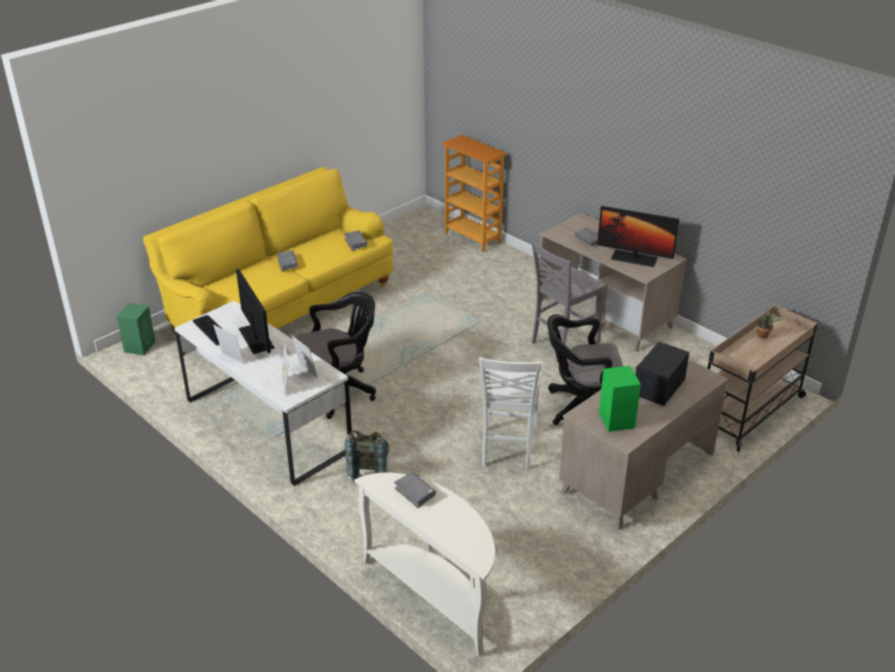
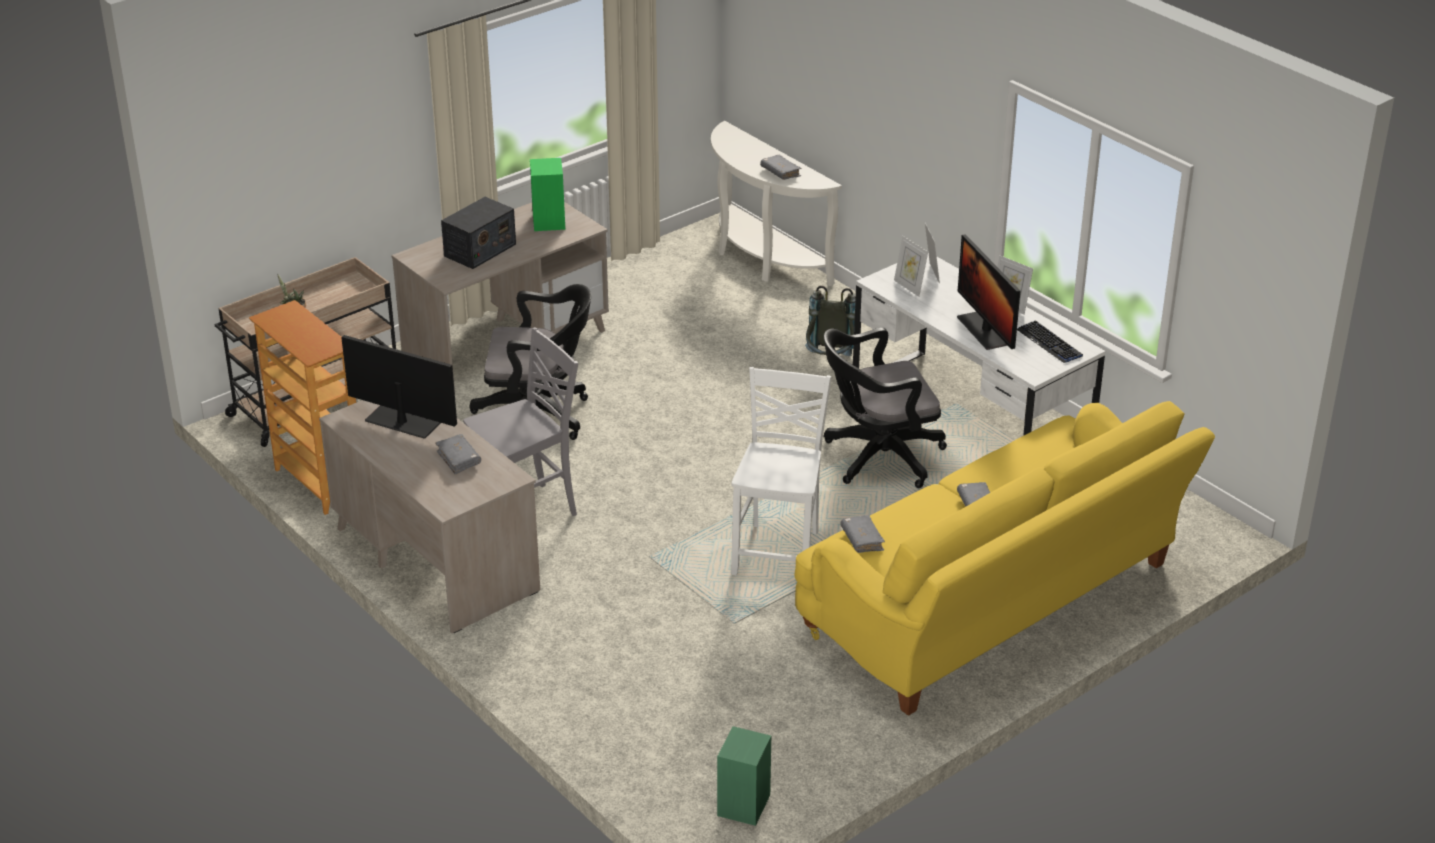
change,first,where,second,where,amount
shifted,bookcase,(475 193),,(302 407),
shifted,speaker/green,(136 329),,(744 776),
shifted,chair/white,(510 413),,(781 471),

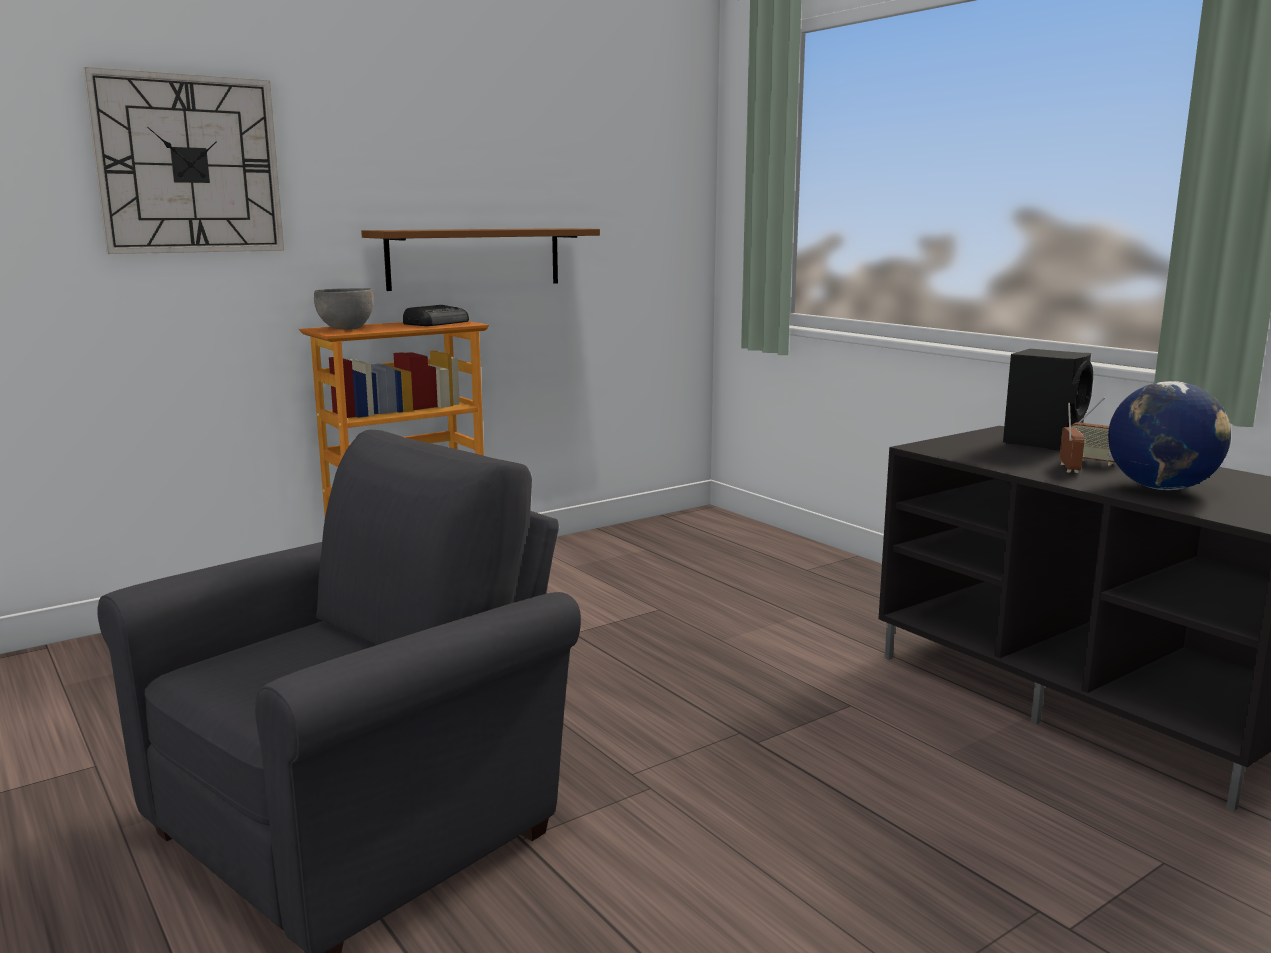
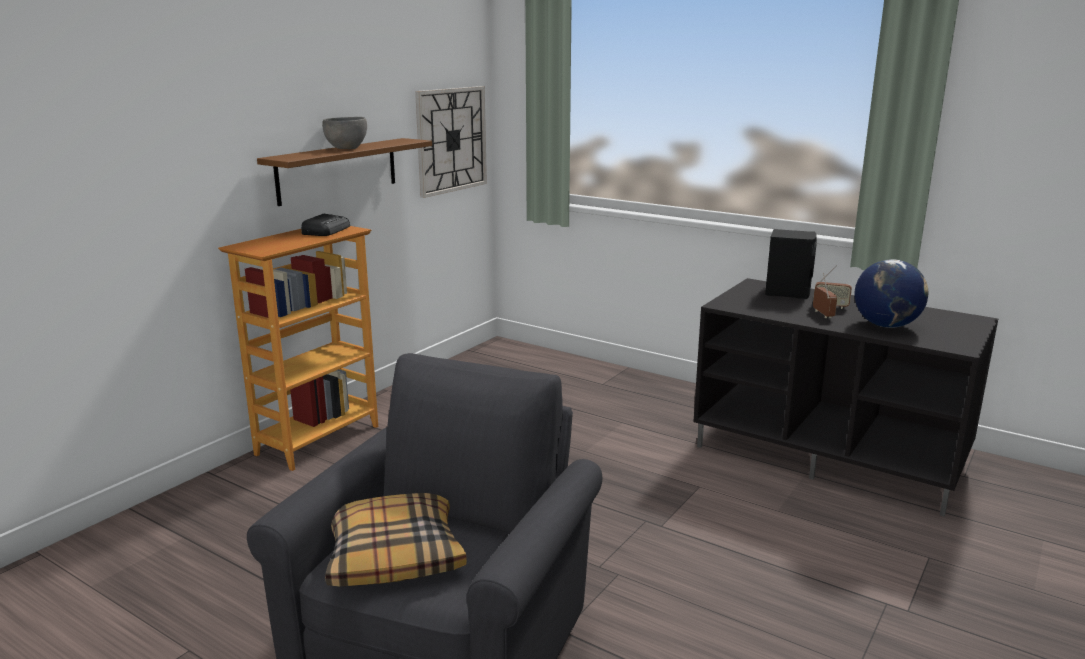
change,first,where,second,where,amount
shifted,bowl/grey,(344 308),,(344 133),
new,,,pillow,(396 540),
shifted,wall clock,(183 160),,(451 142),

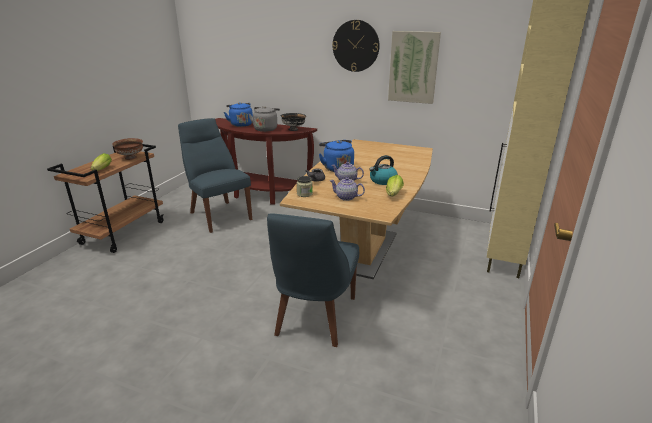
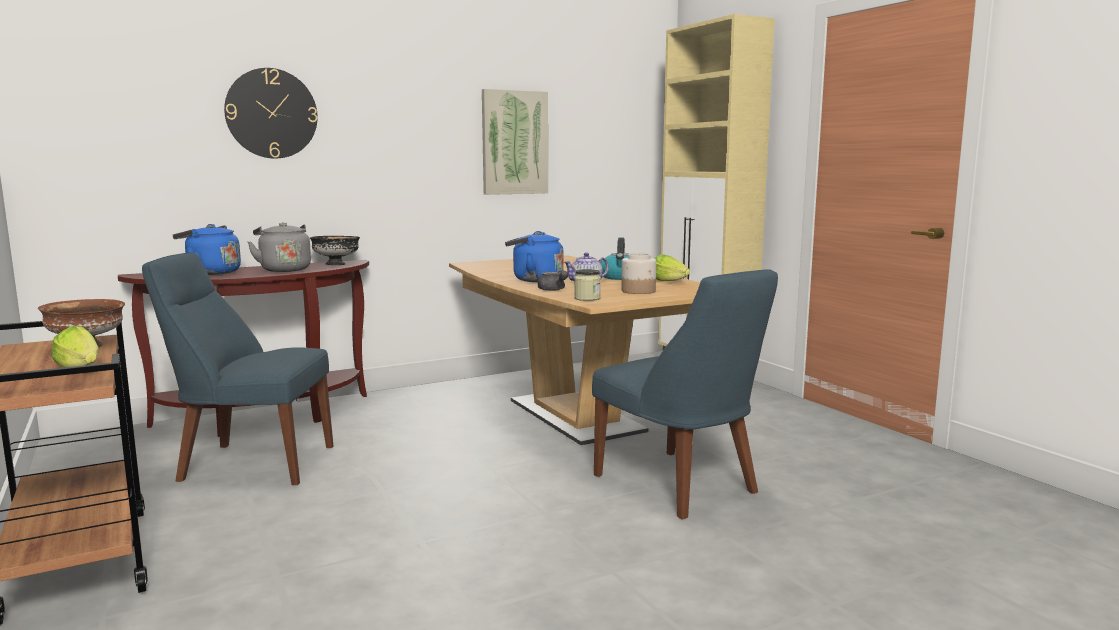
change,first,where,second,where,amount
shifted,wall clock,(356 46),,(271 113),
swapped,teapot,(347 189),jar,(638 273),

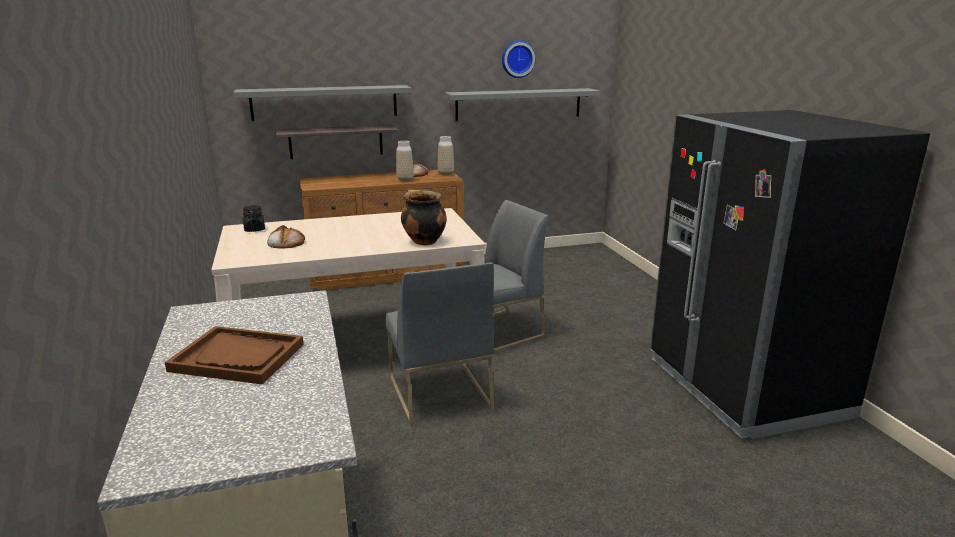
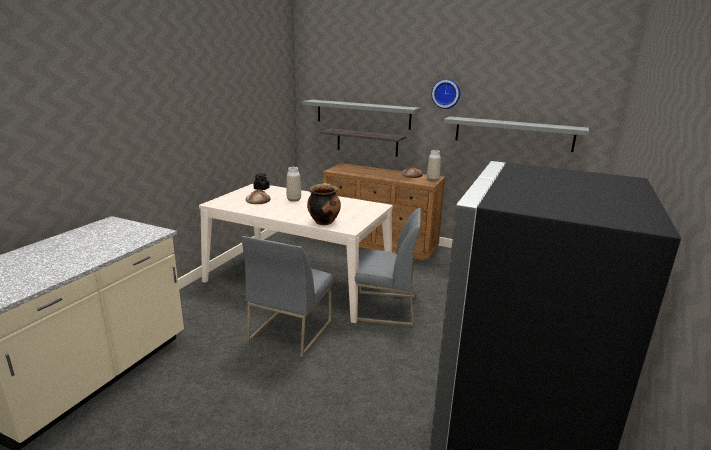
change,first,where,second,where,amount
shifted,vase,(405 161),,(293 184),
shifted,wall clock,(519 59),,(445 93),
gone,tray/brown,(234 355),,,

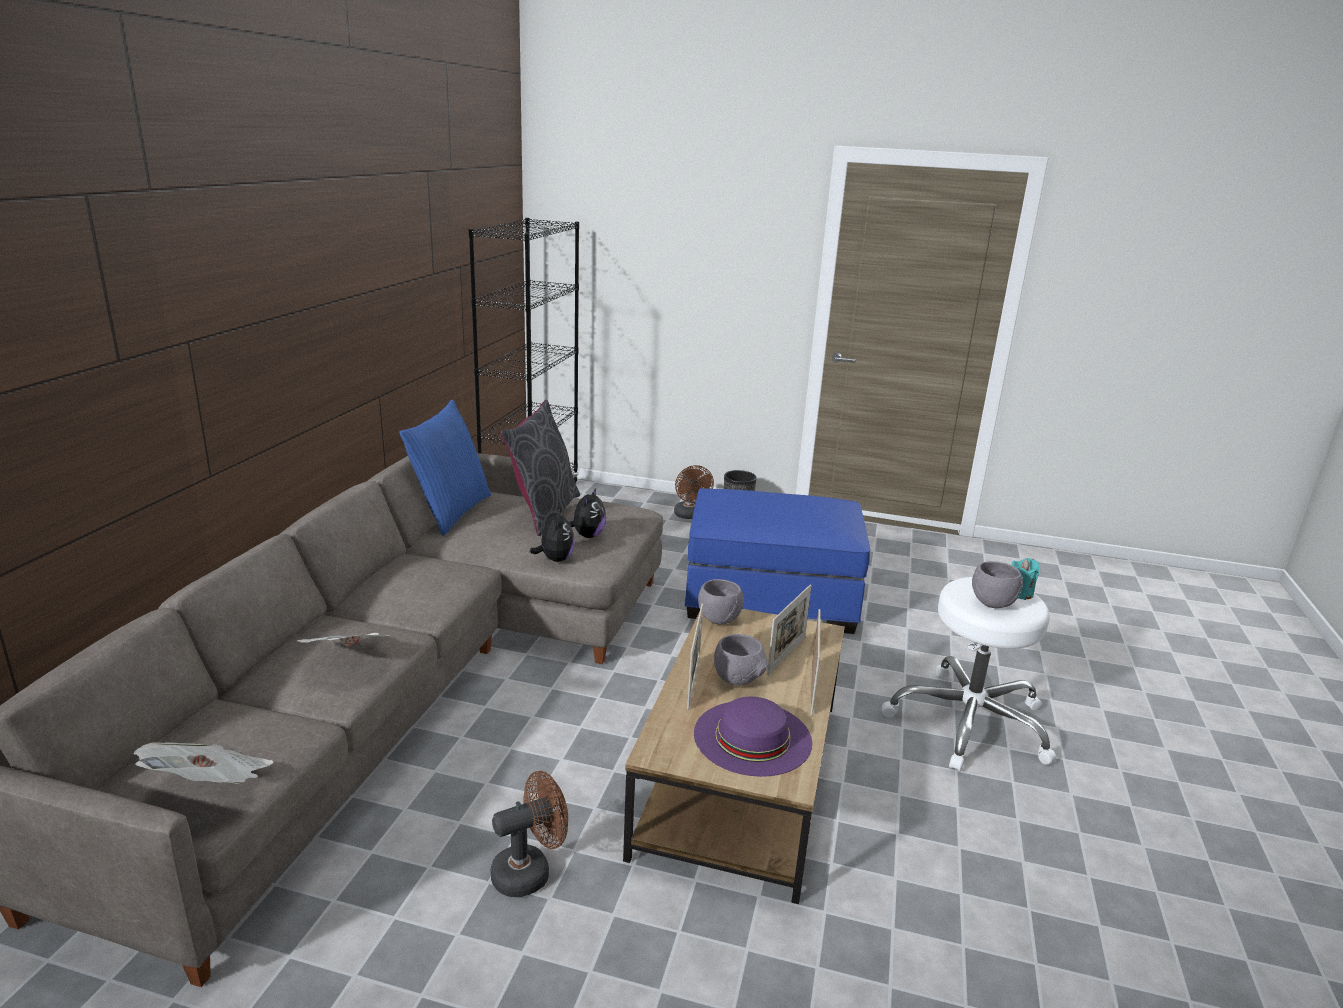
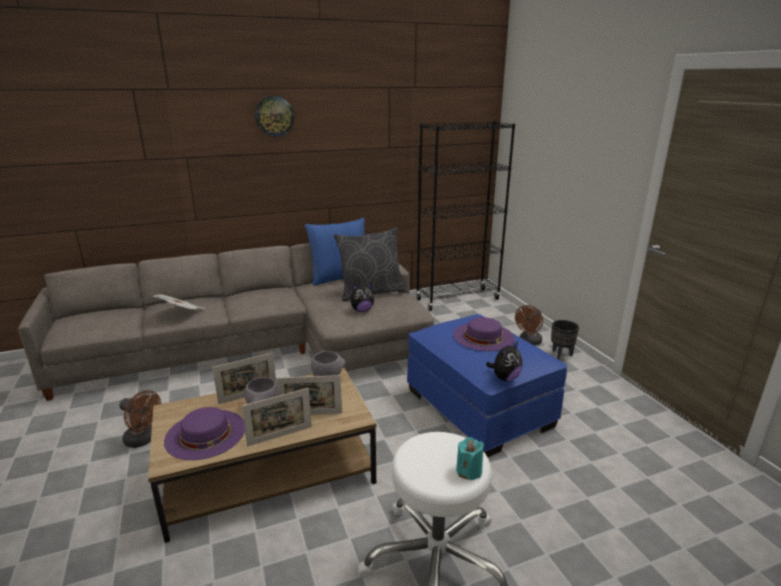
change,first,where,second,where,amount
new,,,wall clock,(274 116),
new,,,hat/purple,(484 334),
shifted,plush toy,(552 535),,(504 361),
gone,newspaper,(203 763),,,
gone,bowl/grey,(997 584),,,

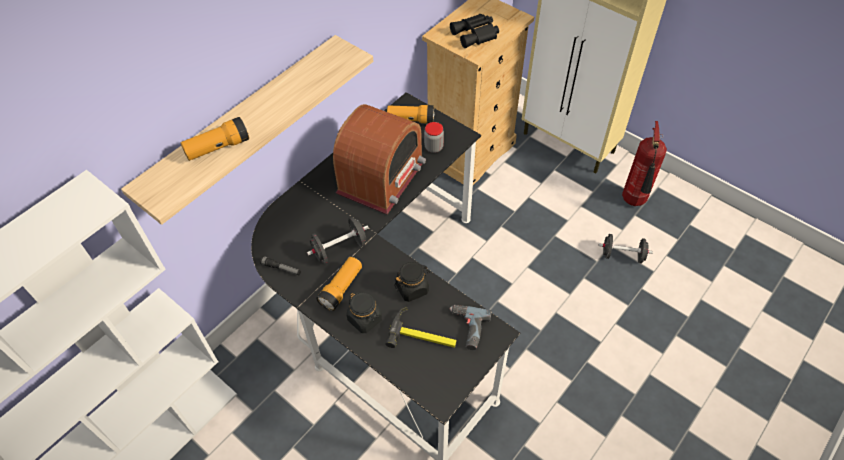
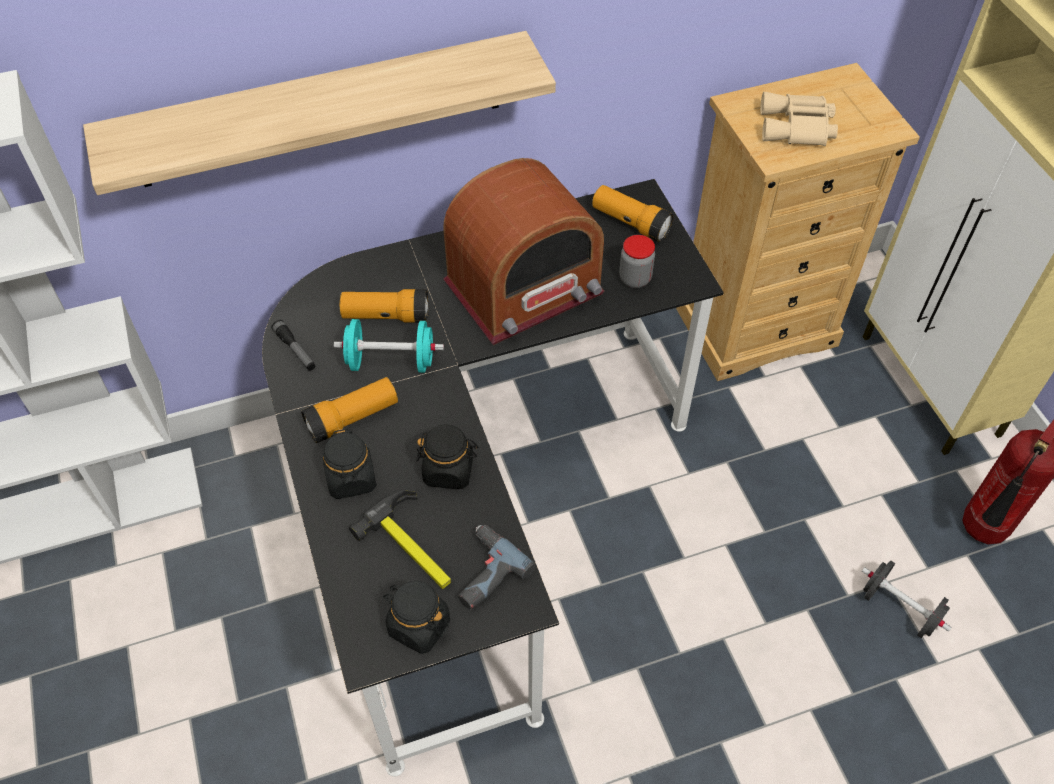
change,first,where,second,where,amount
repainted,dumbbell/black,(338 240),dumbbell/turquoise,(389 346),
shifted,flashlight,(214 139),,(384 306),
new,,,jar/black,(416 617),
repainted,binoculars/black,(474 31),binoculars/beige,(799 119),

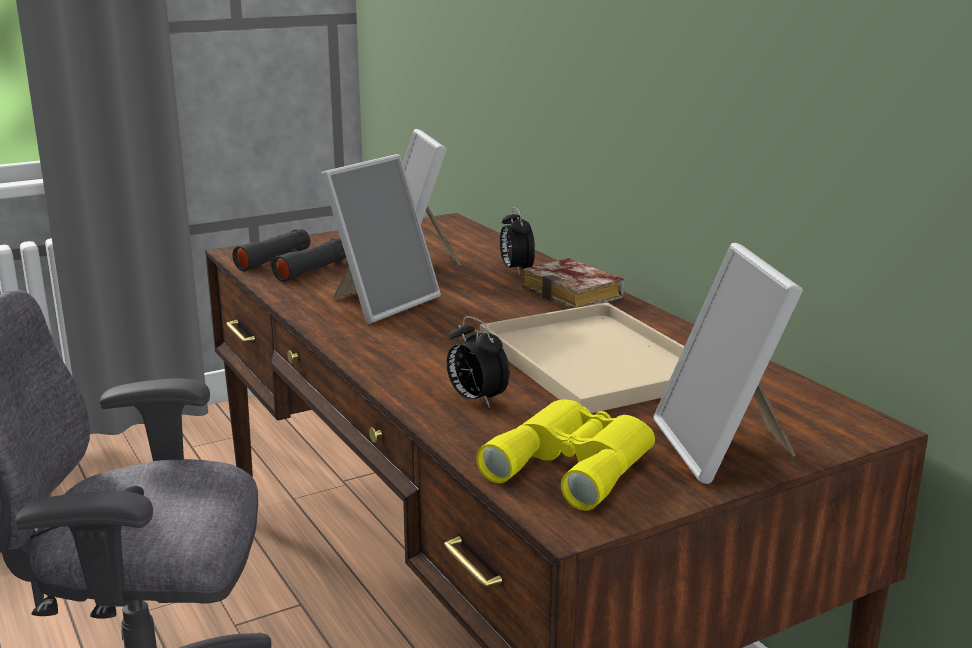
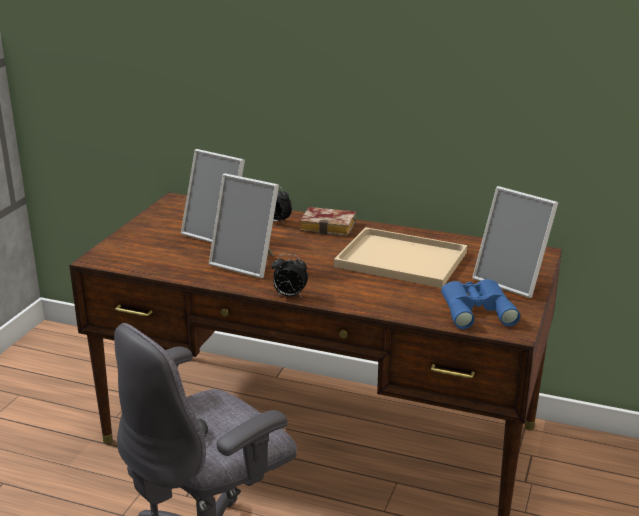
change,first,where,second,where,amount
rotated,picture frame,(381 238),,(244 225),120 degrees clockwise
shifted,alarm clock,(478 362),,(289 275),
repainted,binoculars/yellow,(565 455),binoculars/blue,(480 304),
gone,binoculars/black,(289 255),,,

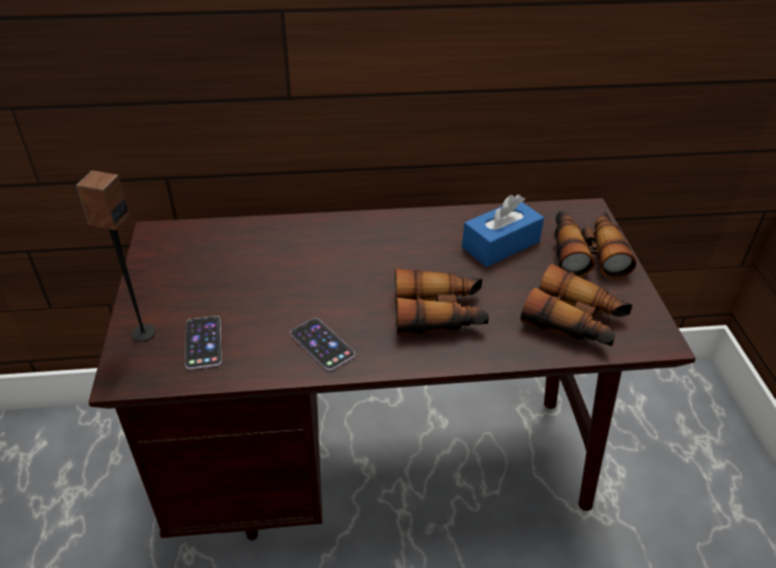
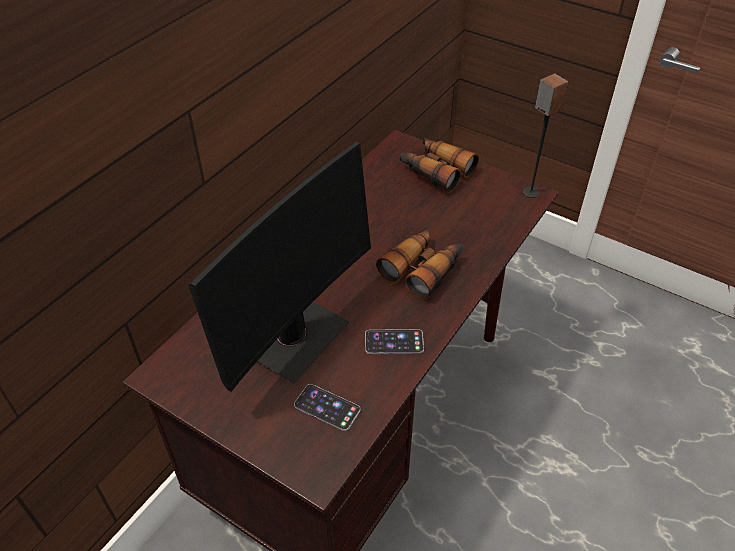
change,first,where,second,where,amount
new,,,monitor,(279 267),
shifted,speaker,(116 255),,(545 135),
gone,tissue box/blue,(503 230),,,
gone,binoculars,(577 305),,,

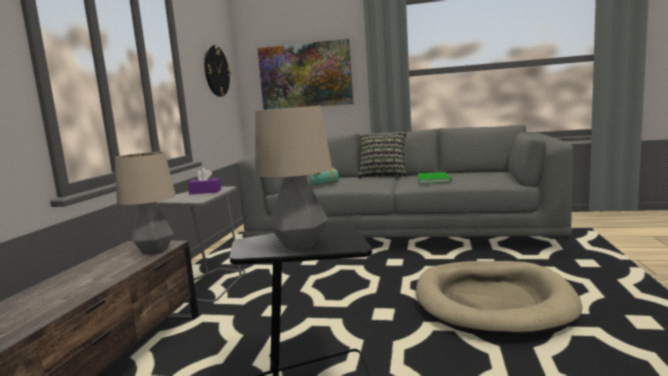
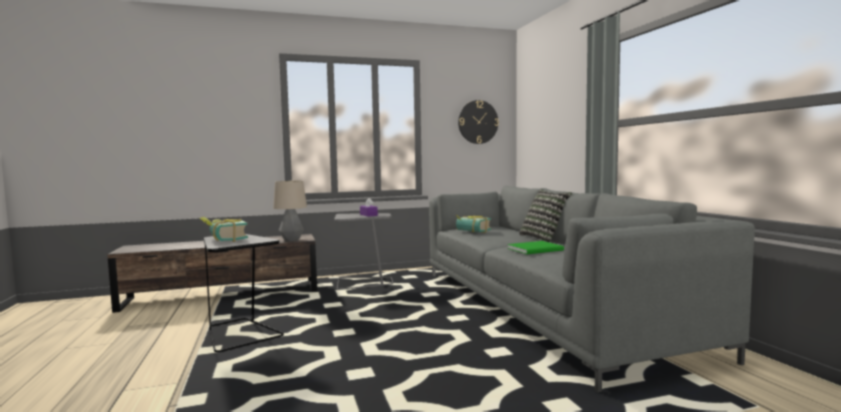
change,first,where,second,where,amount
swapped,table lamp,(293 178),book,(224 229),
gone,picture,(305 74),,,
gone,dog bed/beige,(499 299),,,

